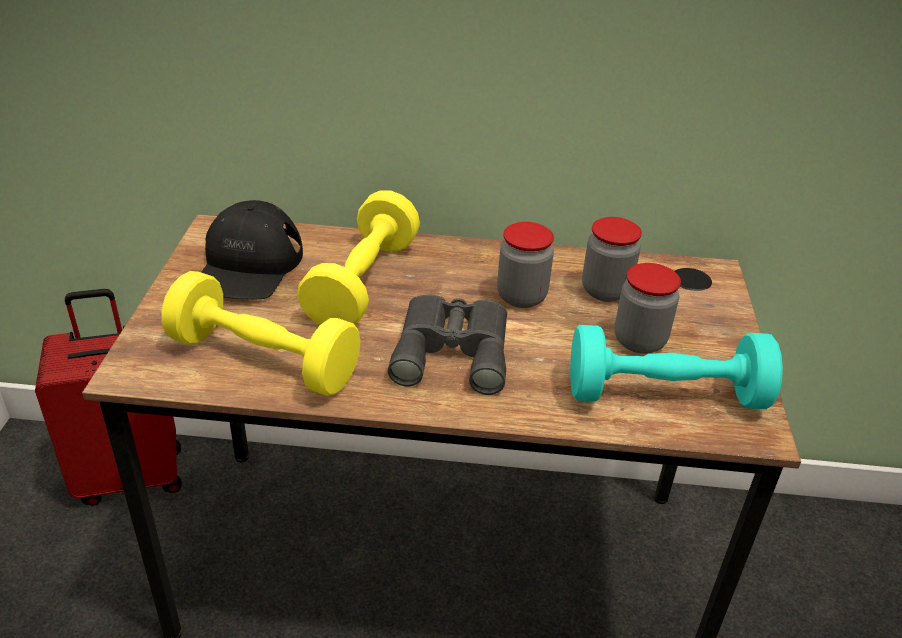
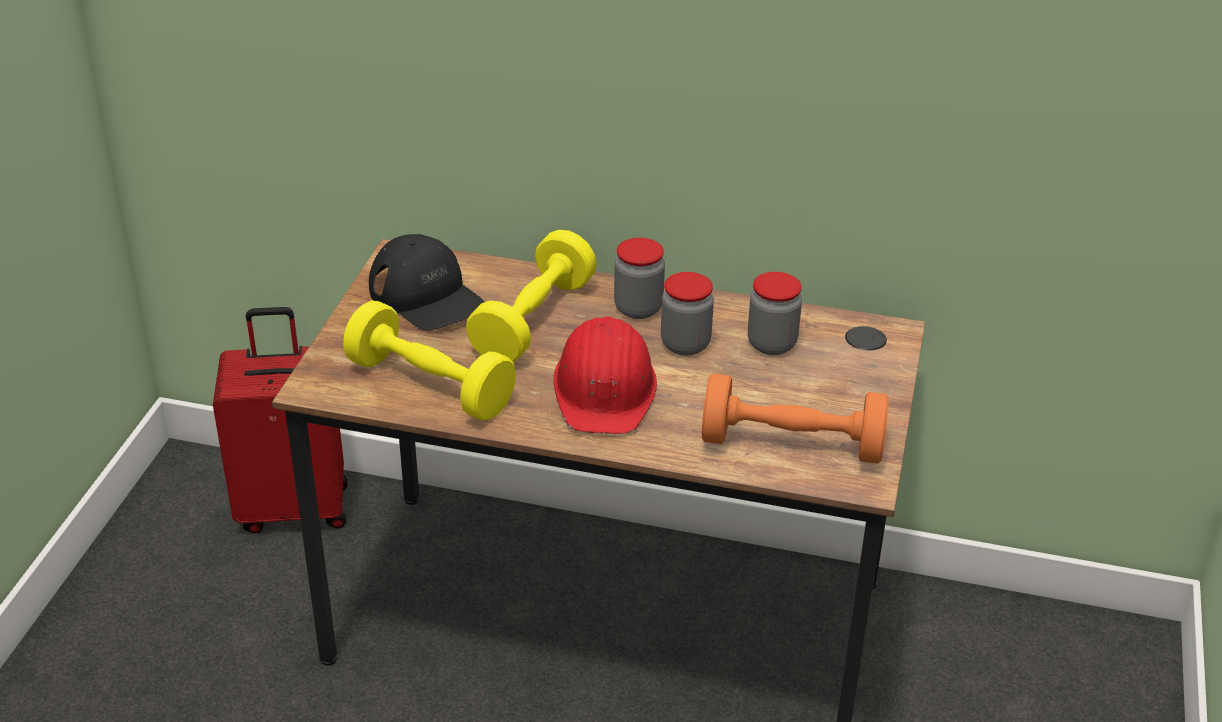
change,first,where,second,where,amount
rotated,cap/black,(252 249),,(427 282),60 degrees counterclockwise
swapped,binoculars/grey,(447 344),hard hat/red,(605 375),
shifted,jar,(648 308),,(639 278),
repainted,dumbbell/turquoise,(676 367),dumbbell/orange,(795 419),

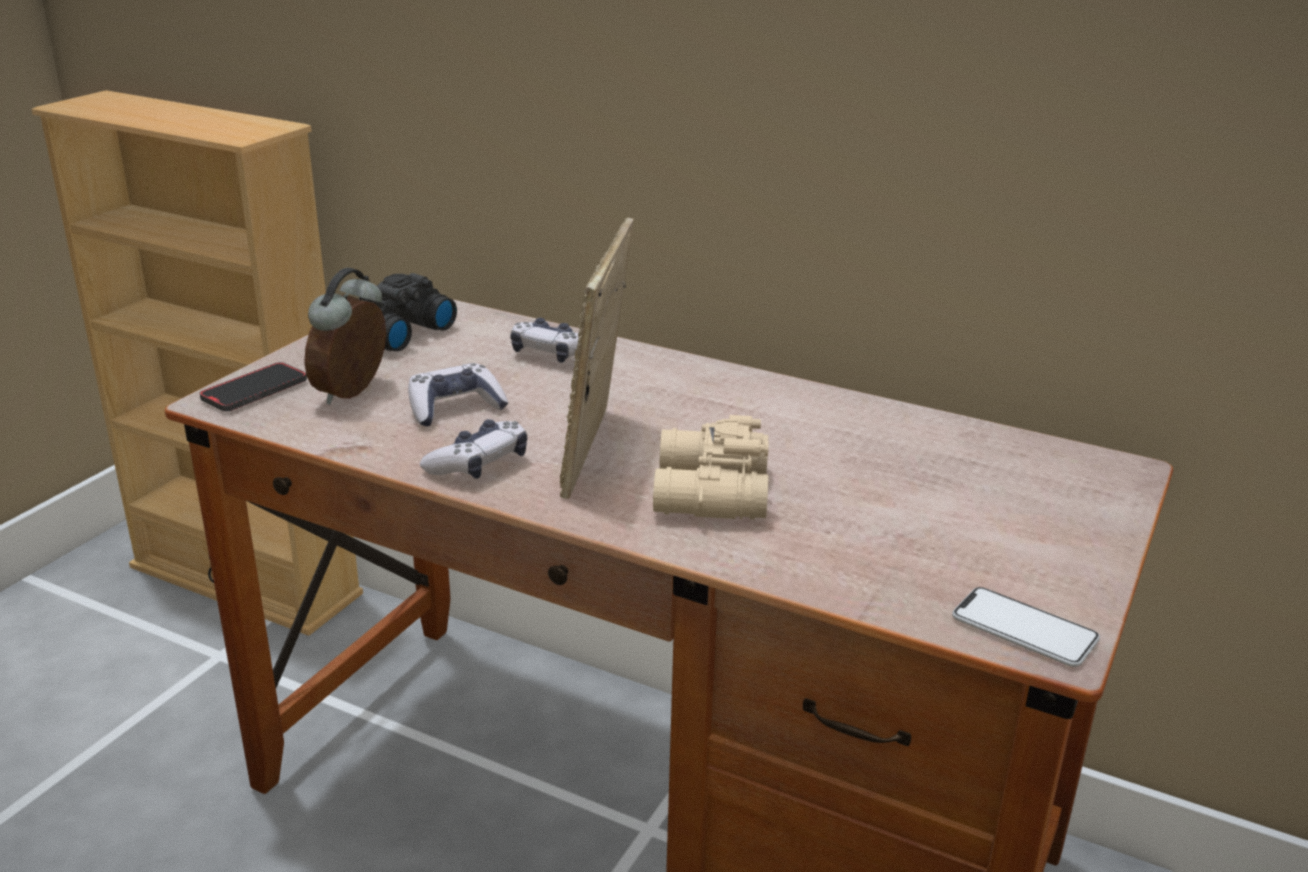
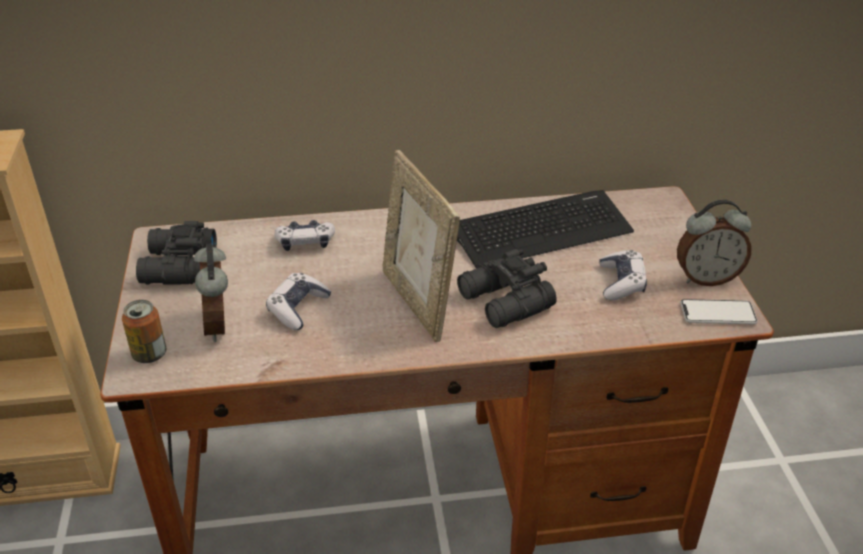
change,first,where,second,where,amount
swapped,phone,(253 386),can,(144 331),
new,,,keyboard,(545 229),
repainted,binoculars/beige,(711 467),binoculars/black,(507 288),
shifted,game controller,(473 449),,(623 275),
new,,,alarm clock,(714 243),

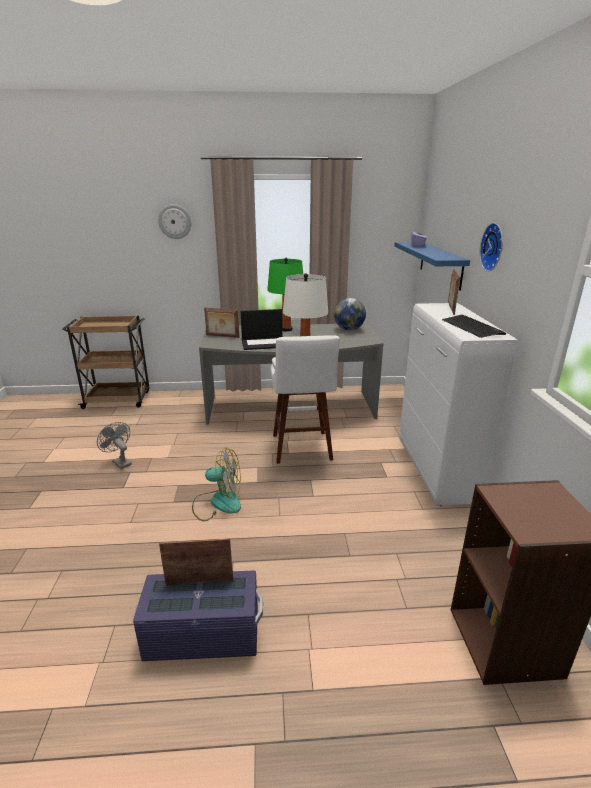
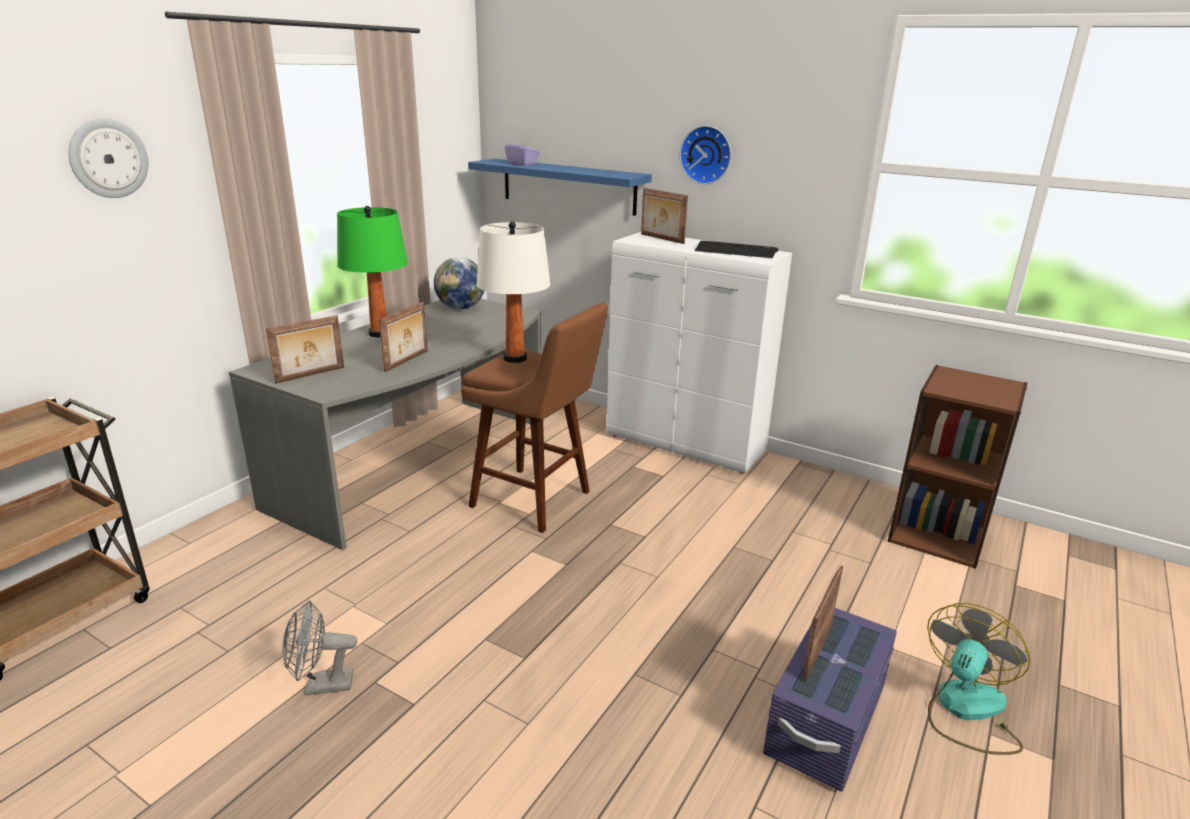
change,first,where,second,where,amount
swapped,laptop,(262 329),picture frame,(403 337),
repainted,stool/white,(305 399),stool/brown,(534 418),
shifted,fan,(216 484),,(978 679),

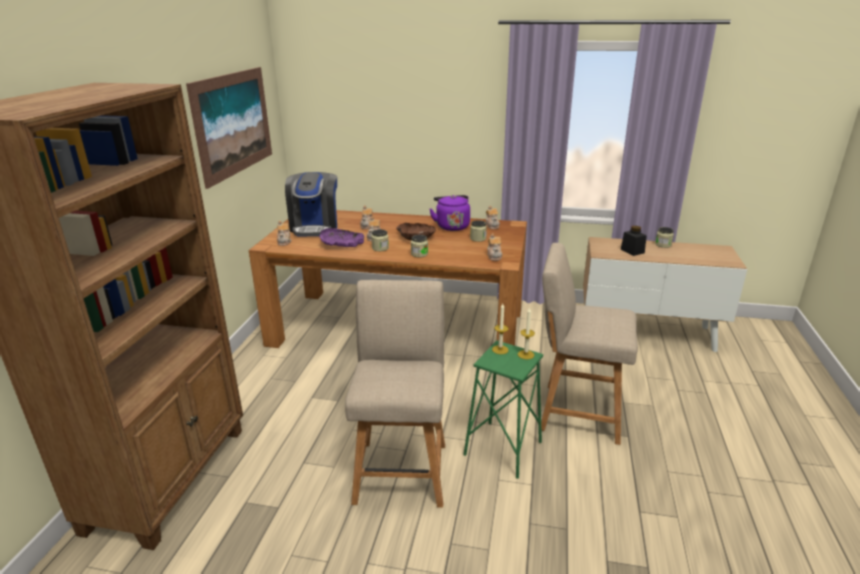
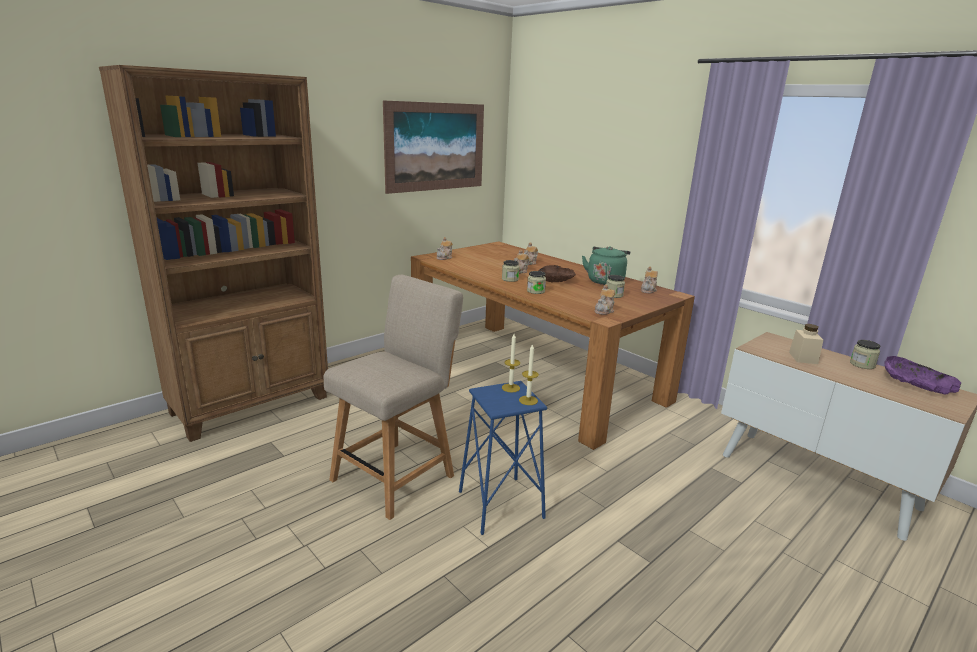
change,first,where,second,where,amount
repainted,stool/green,(503 410),stool/blue,(503 458),
repainted,kettle/purple,(450 213),kettle/green,(606 265),
repainted,jar/black,(634 241),jar/beige,(806 344),
shifted,bowl/purple,(341 237),,(923 375),
gone,coffee machine,(311 204),,,
gone,chair/beige,(589 344),,,

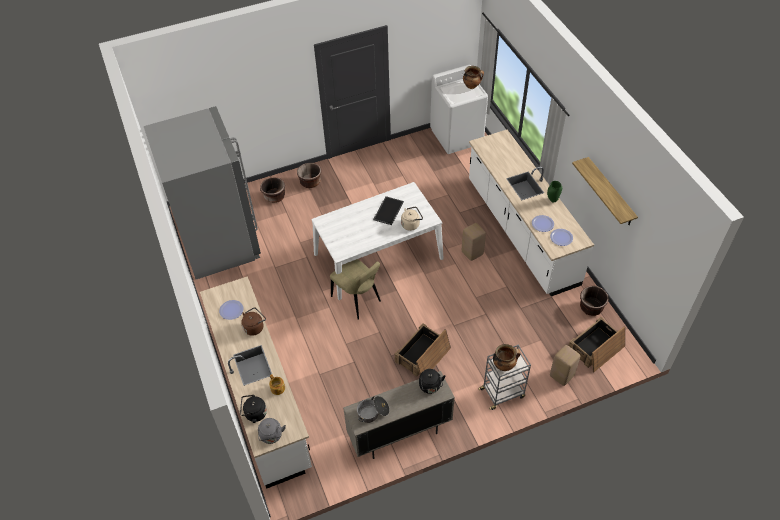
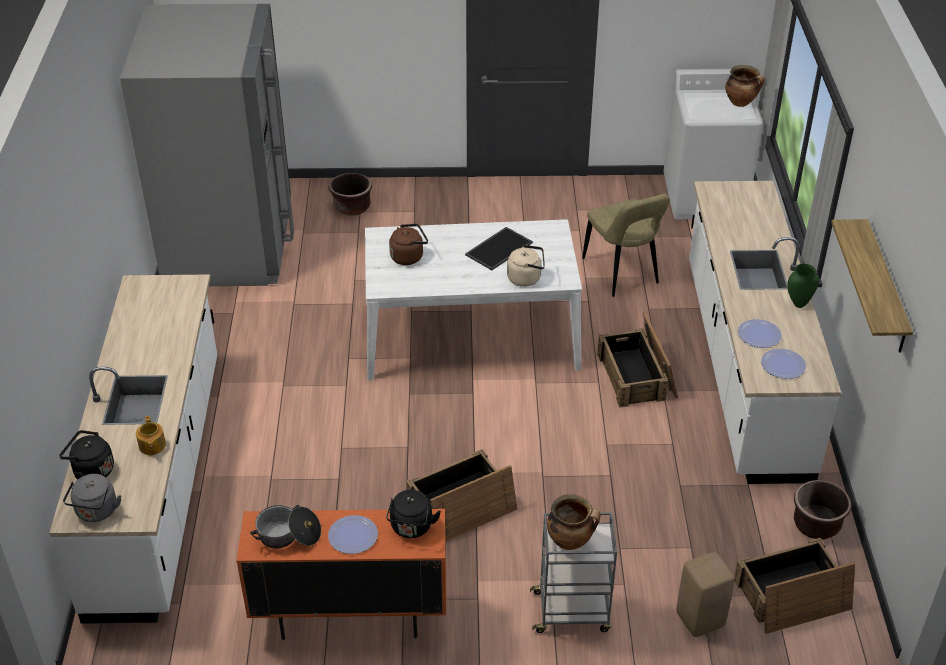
change,first,where,second,where,amount
repainted,cabinet/beige,(399 415),cabinet/orange,(341 574),
shifted,plate,(231 310),,(353 534),
shifted,kettle/brown,(253 321),,(408 244),
shifted,chair/beige,(355 289),,(626 245),
swapped,stool/beige,(474 242),crate,(637 359),
gone,planter/brown,(309 175),,,

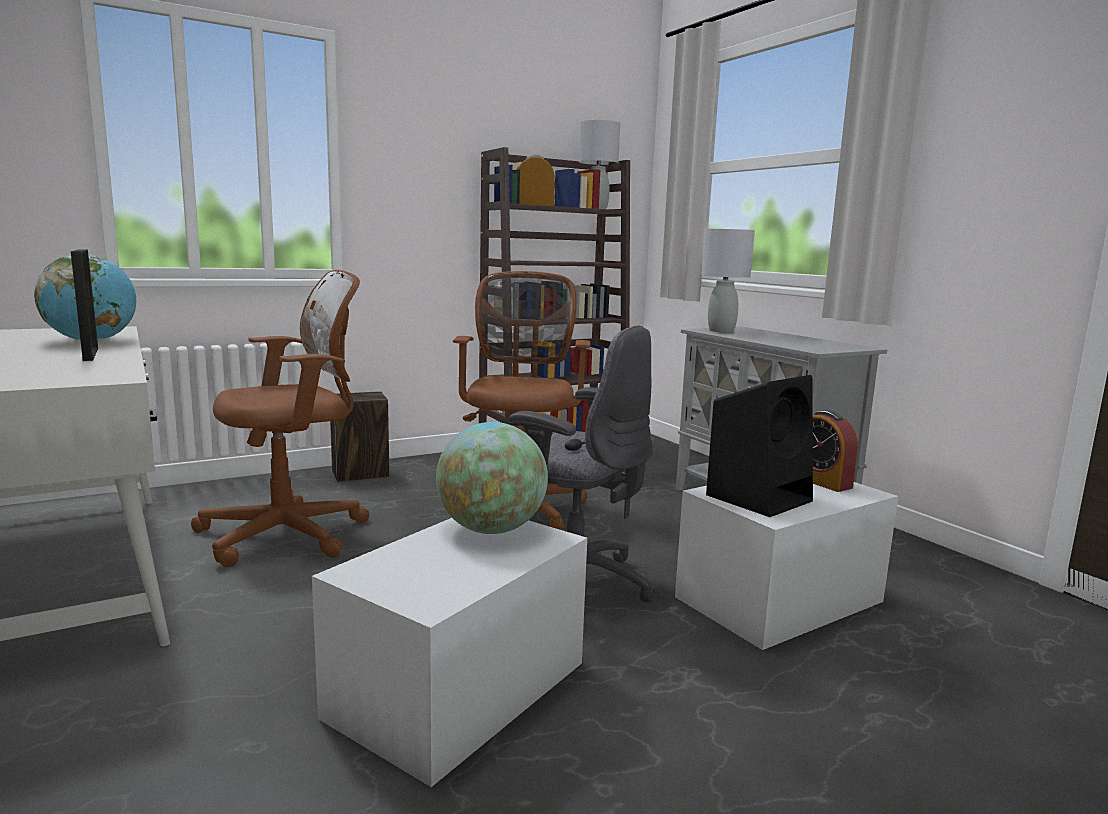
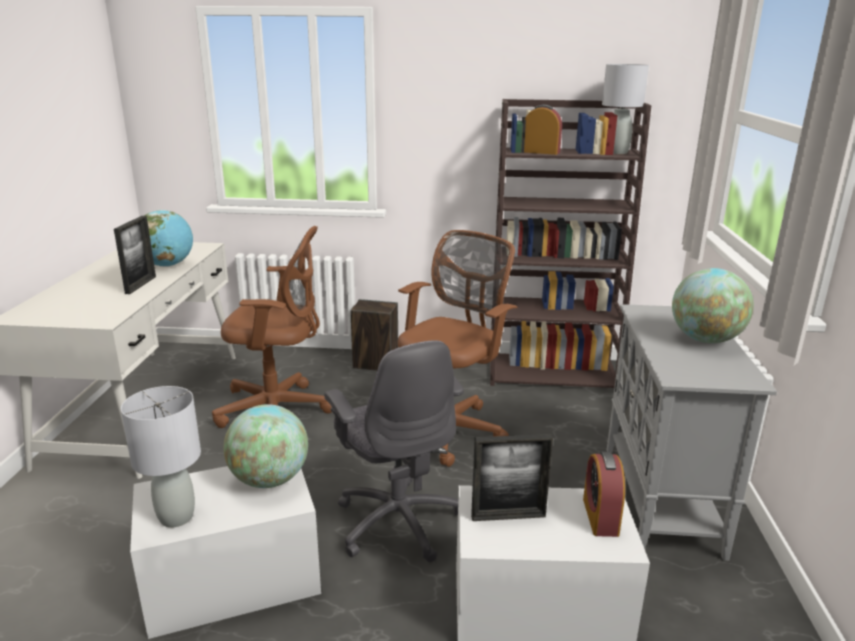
change,first,where,second,where,amount
shifted,table lamp/grey,(728 281),,(161 457),
swapped,speaker/black,(759 446),picture frame,(512 477),
new,,,globe,(713 305),

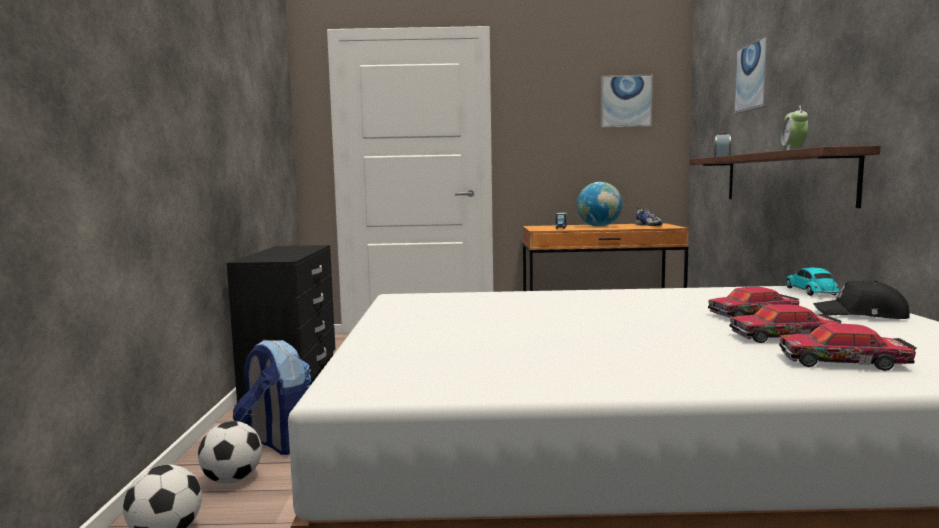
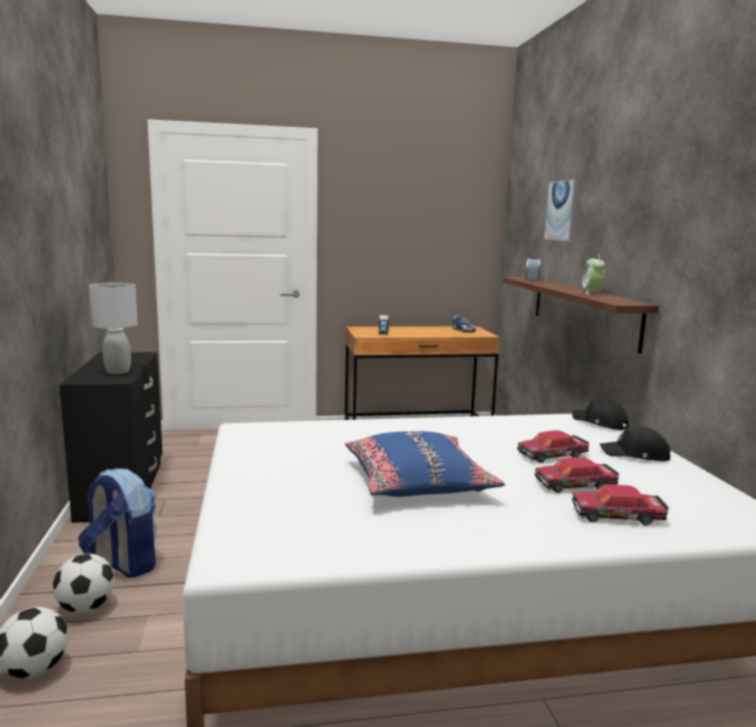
change,first,where,second,where,amount
new,,,table lamp/grey,(113 328),
new,,,pillow/blue,(425 464),
swapped,toy car,(812 281),cap/black,(600 414),
gone,globe,(599 204),,,
gone,picture,(627 101),,,

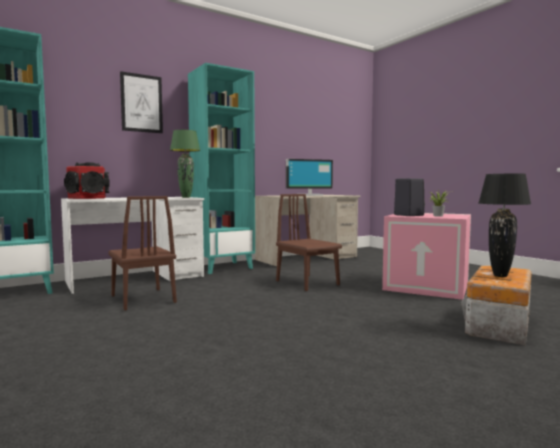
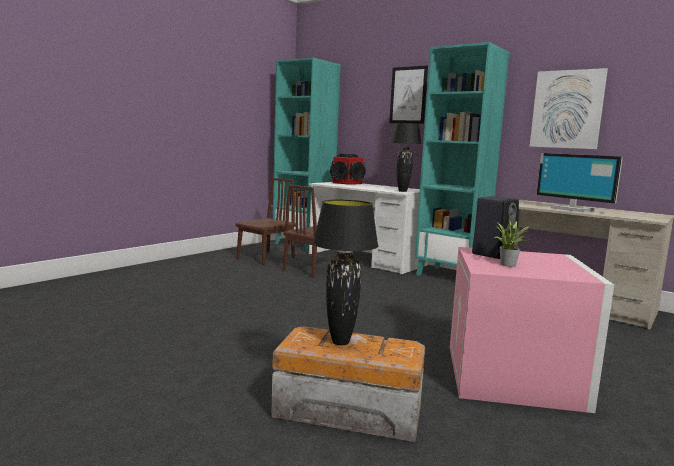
change,first,where,second,where,amount
shifted,chair/brown,(309 242),,(265 221),
repainted,table lamp/green,(185 164),table lamp/black,(406 157),
new,,,picture,(569 108),

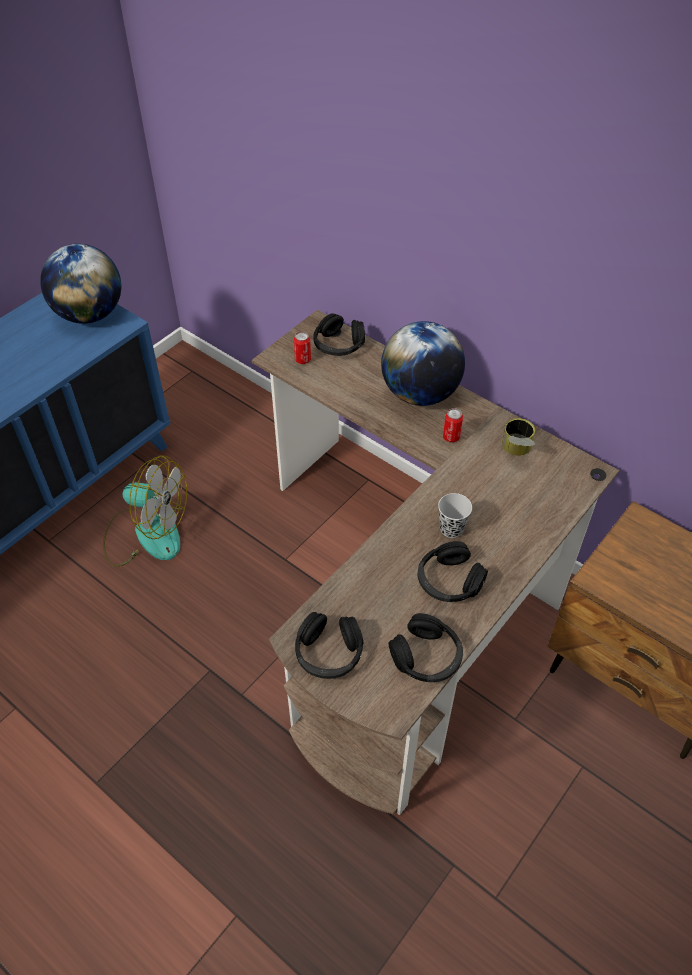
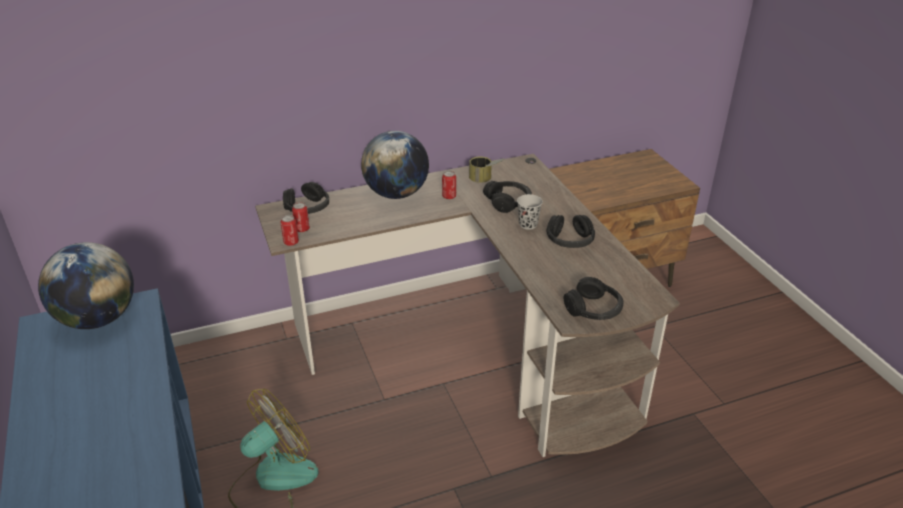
change,first,where,second,where,amount
new,,,can,(290 230),
shifted,headphones/black,(426 647),,(507 197),

